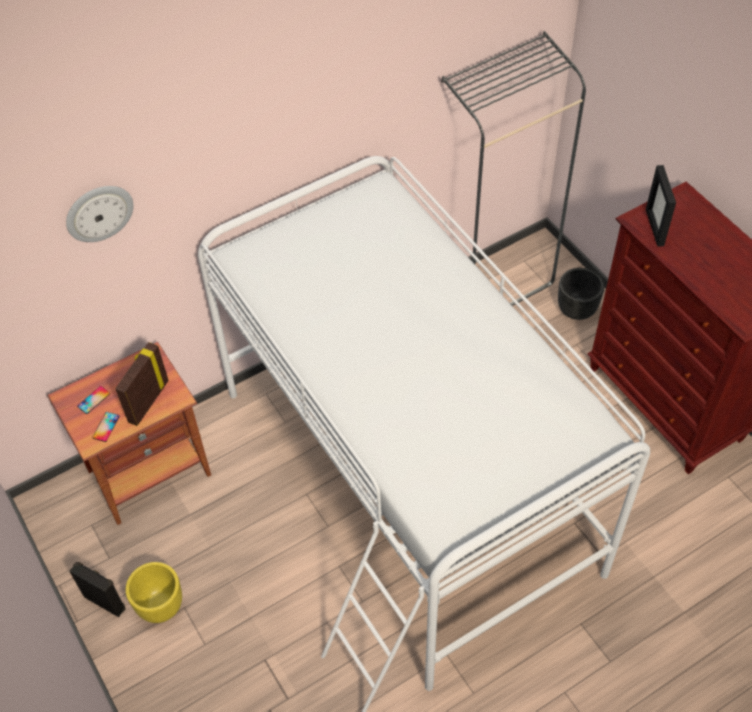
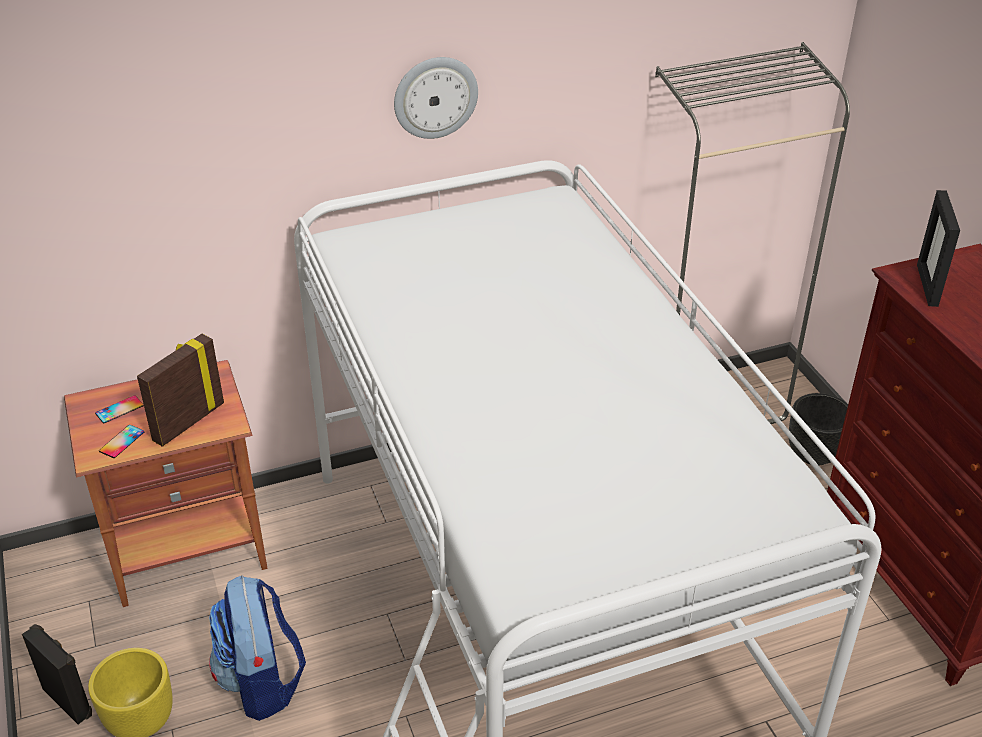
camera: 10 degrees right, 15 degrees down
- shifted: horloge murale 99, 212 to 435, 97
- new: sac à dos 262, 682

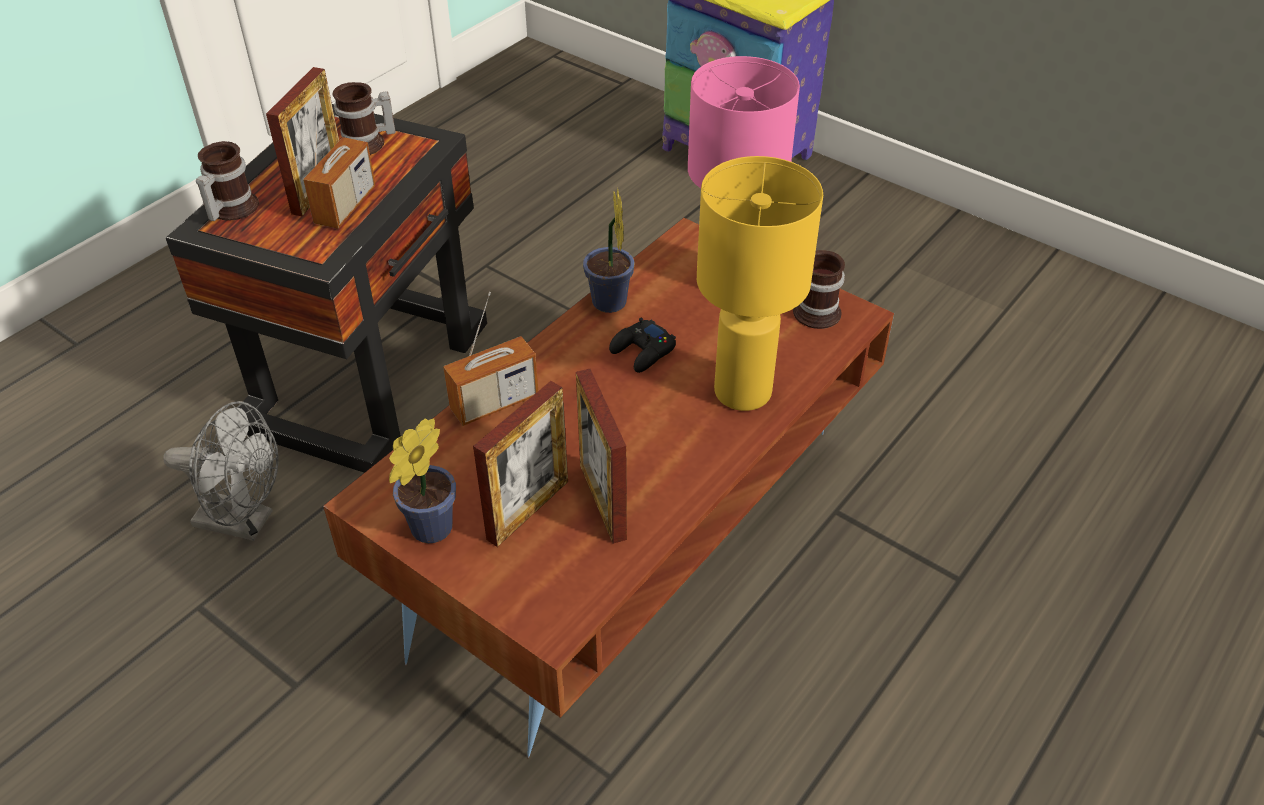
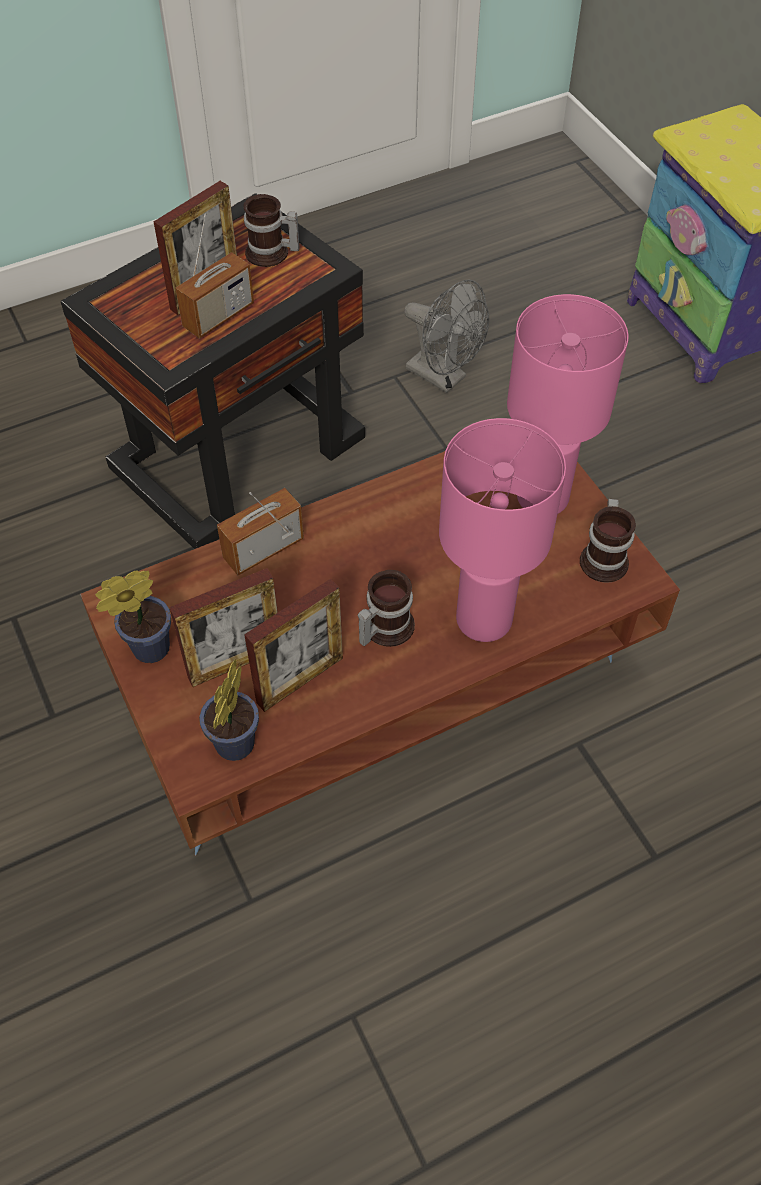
camera: 25 degrees right, 10 degrees up
- shifted: mug 229, 209 to 383, 627
- repainted: lampe de table/jaune 744, 393 to lampe de table/rose 484, 621
- shifted: plante en pot 609, 305 to 232, 749
- rotated: radio 494, 403 = 263, 549 150 degrees clockwise
- gone: manette/noir 643, 351
- rotated: cadre photo 602, 502 = 300, 680 135 degrees counterclockwise
- shifted: ventilateur/gris 245, 521 to 444, 377

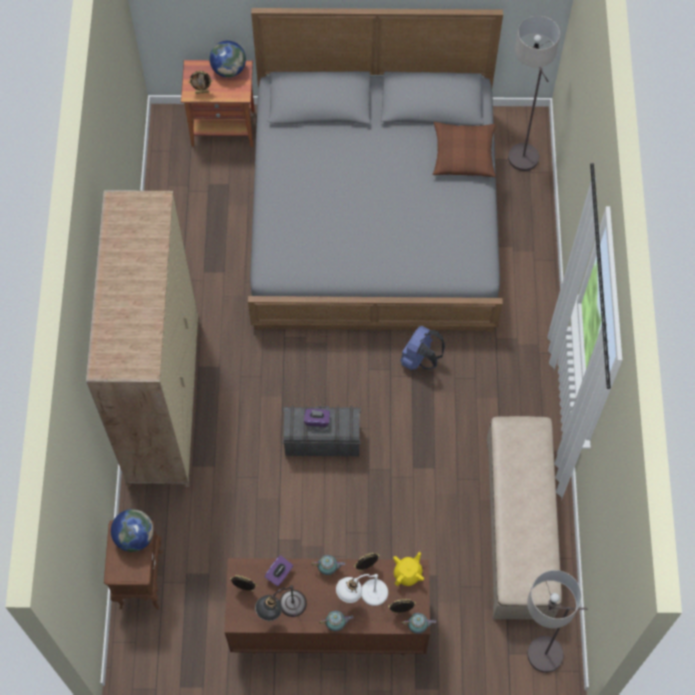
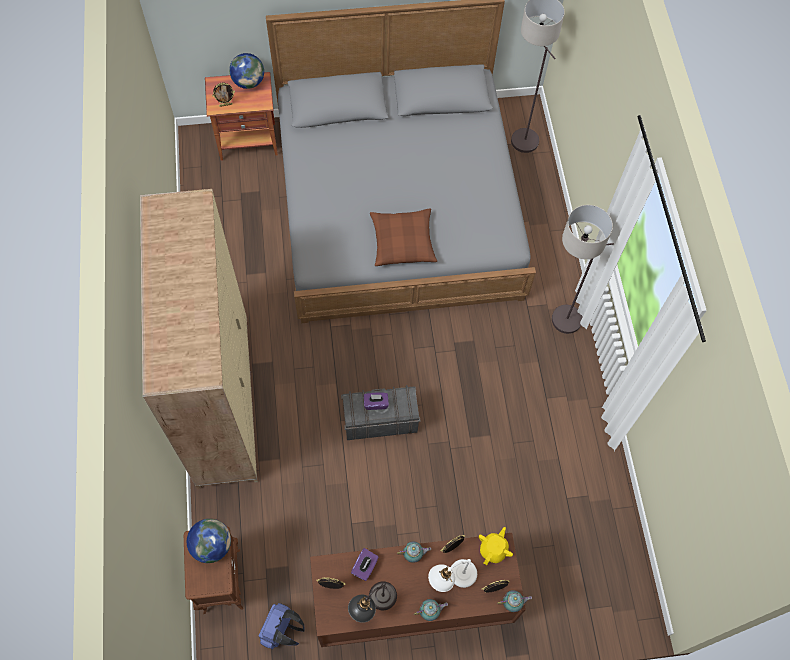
camera: 10 degrees left, 0 degrees up
- shifted: coussin/marron 463, 154 to 402, 241
- shifted: sac à dos/bleu 420, 359 to 282, 631
- gone: banc/beige 520, 526
- shifted: lampadaire/gris 534, 654 to 557, 320

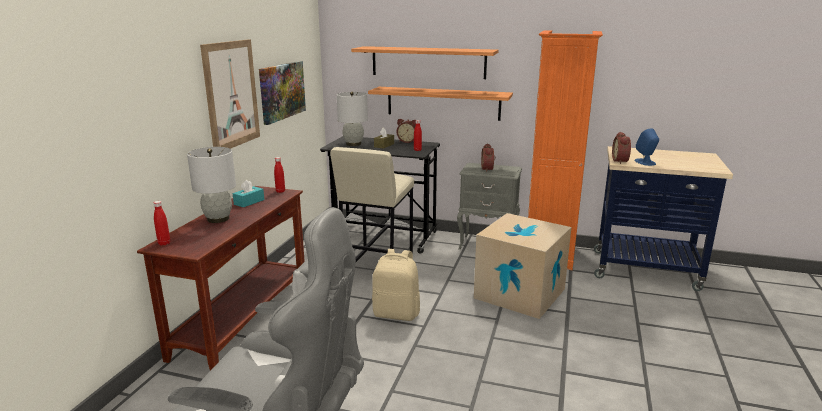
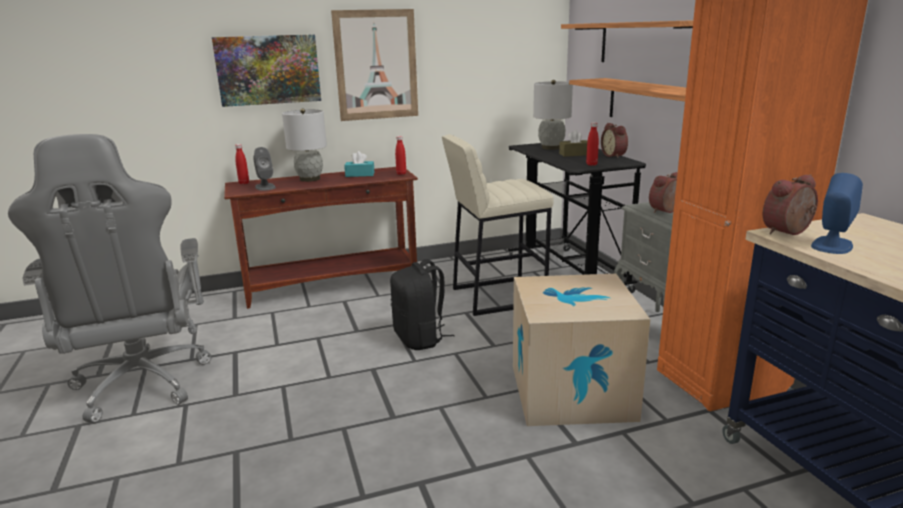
camera: 55 degrees right, 0 degrees up
- shifted: tableau 282, 91 to 268, 70
- repainted: sac à dos/beige 396, 313 to sac à dos/noir 420, 339
- new: enceinte/gris 265, 187

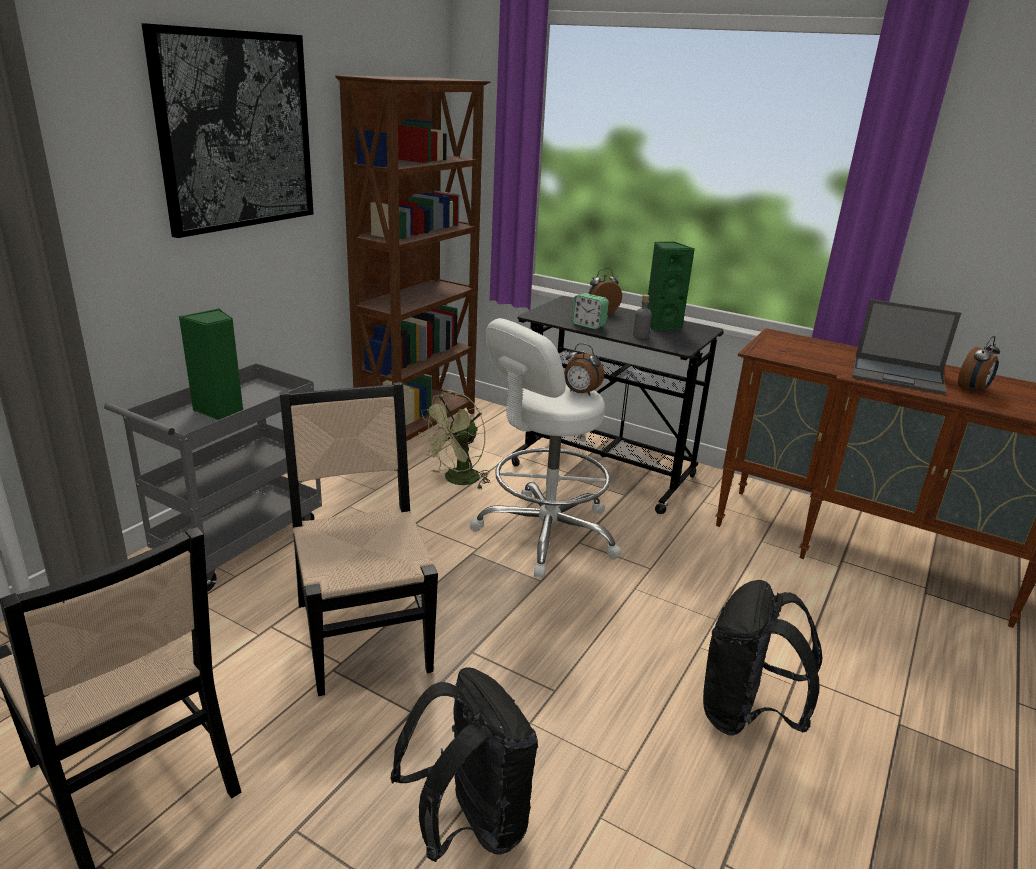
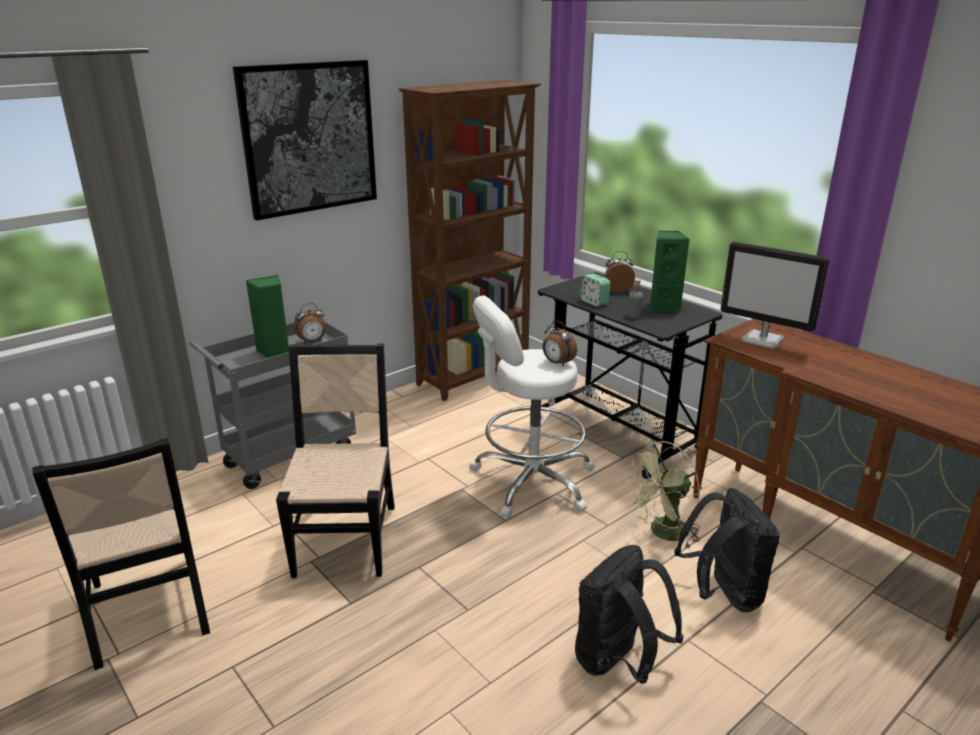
camera: 20 degrees right, 0 degrees up
- gone: ordinateur portable 899, 376
- shifted: réveil 973, 390 to 312, 342
- shifted: ventilateur/vert 457, 481 to 663, 534
- shifted: sac à dos/noir 469, 823 to 723, 593
- new: écran d'ordinateur 763, 340

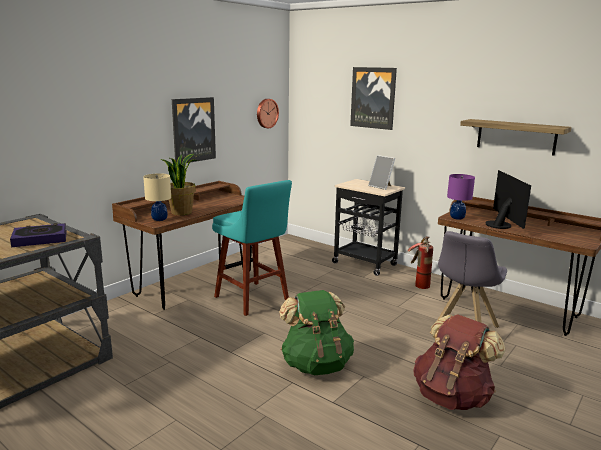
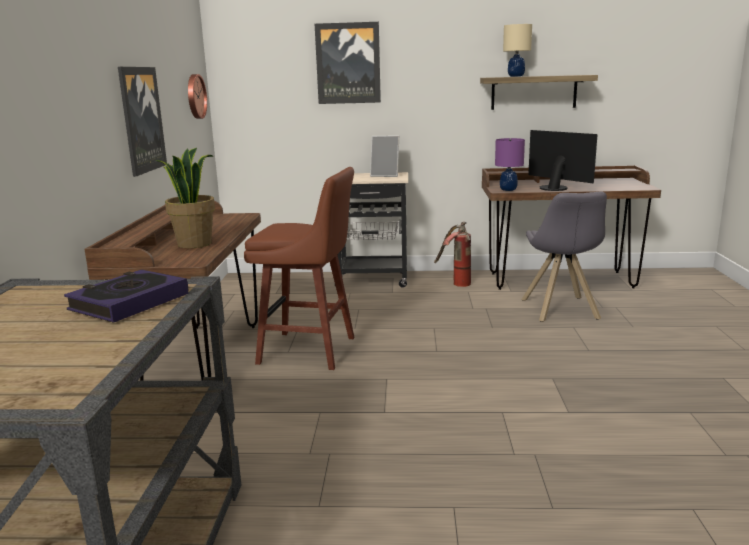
camera: 35 degrees left, 0 degrees up
- shifted: lampe de table/beige 159, 220 to 516, 76
- repainted: tabouret/turquoise 252, 299 to tabouret/marron 309, 351
- gone: sac à dos/vert 316, 364
- gone: sac à dos/marron 452, 396

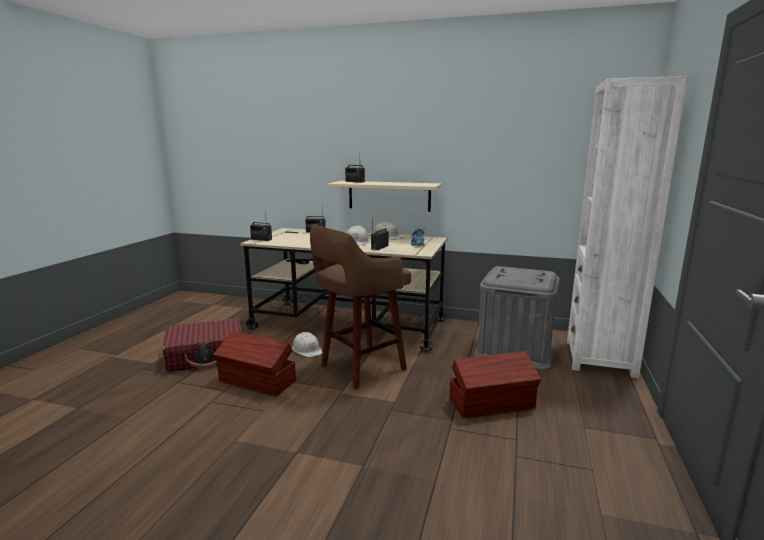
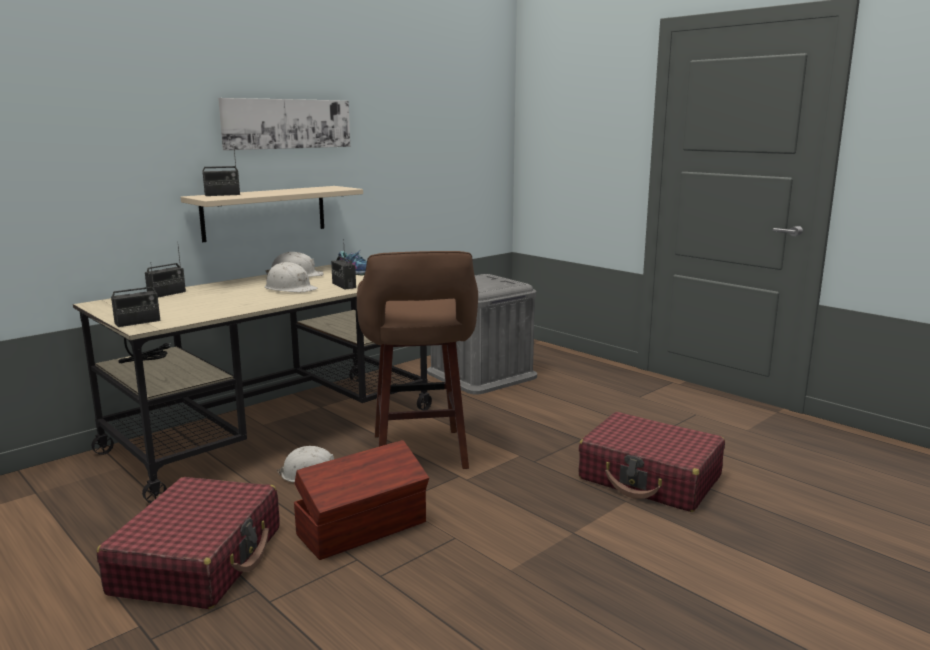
camera: 60 degrees left, 0 degrees up
- gone: bibliothèque/blanc 600, 358
- gone: boîte de rangement/marron 493, 404
- new: tableau 287, 124
- new: valise/rouge 650, 478

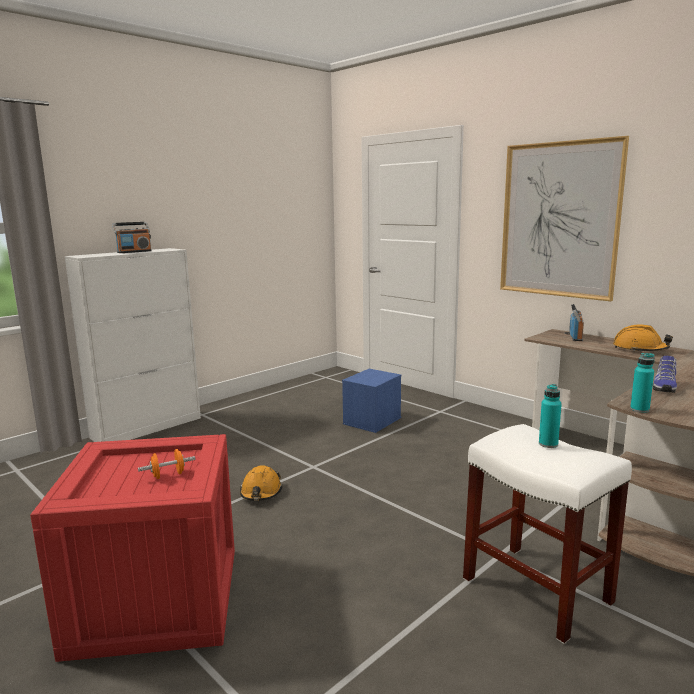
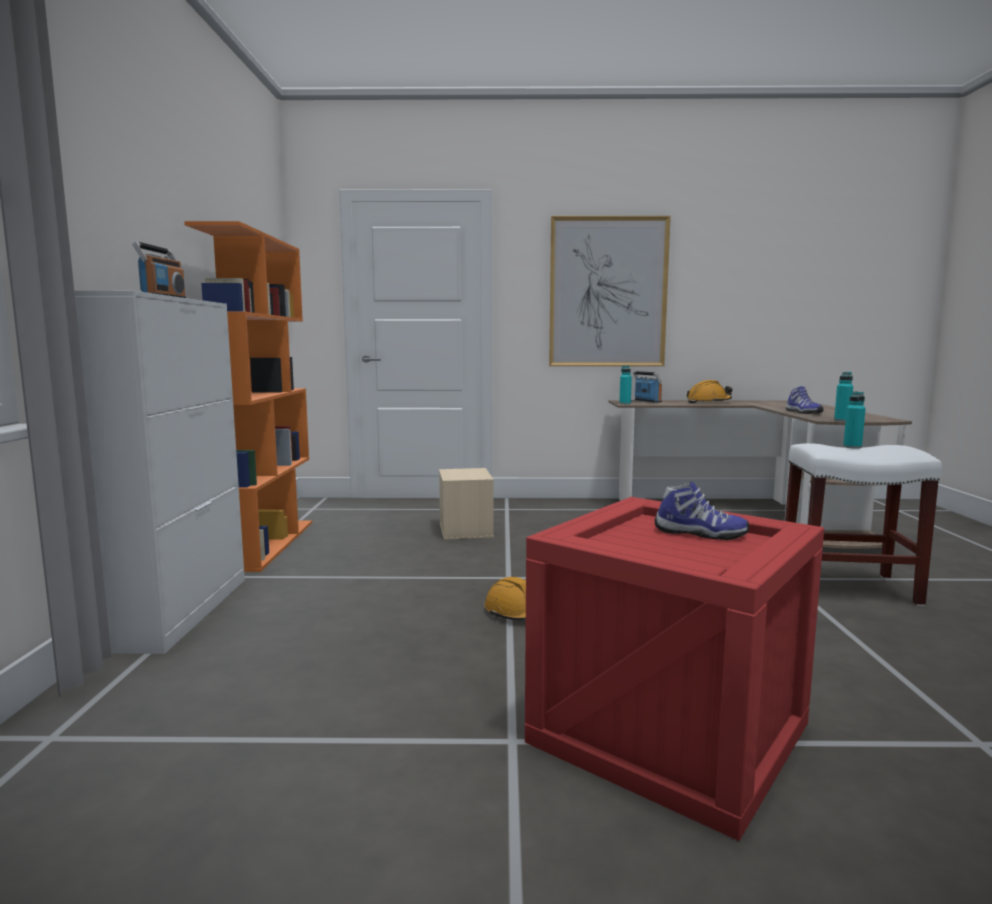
camera: 45 degrees left, 5 degrees down
- repainted: boîte de rangement/bleu 372, 421 to boîte de rangement/beige 466, 530
- swapped: haltère/orange 168, 475 to chaussure 700, 534
- new: bibliothèque/orange 266, 544
- new: bouteille/turquoise 625, 403

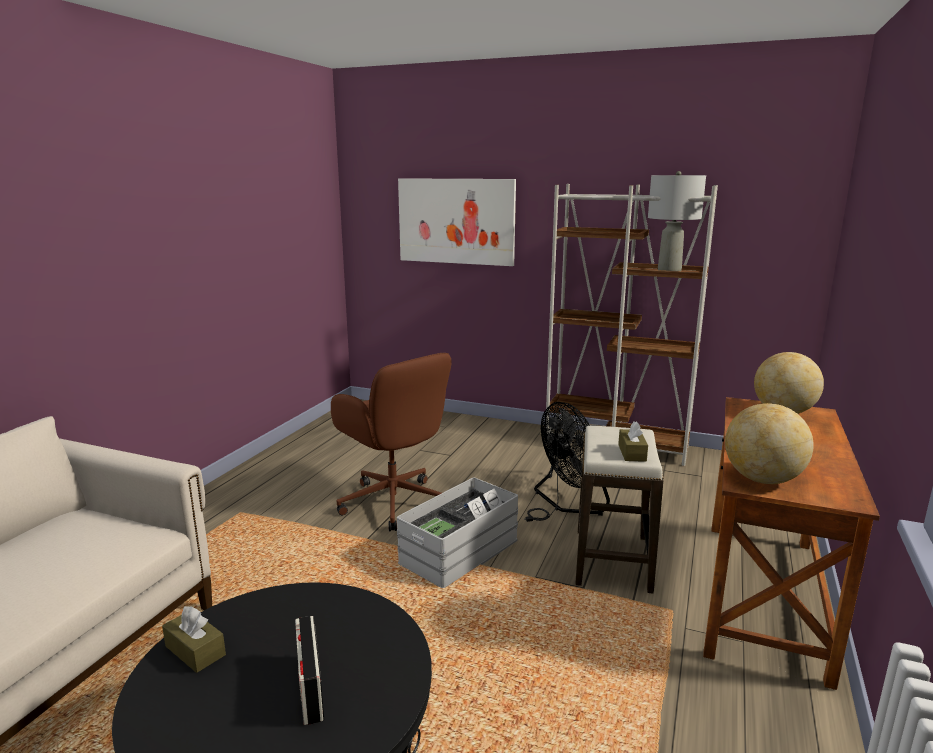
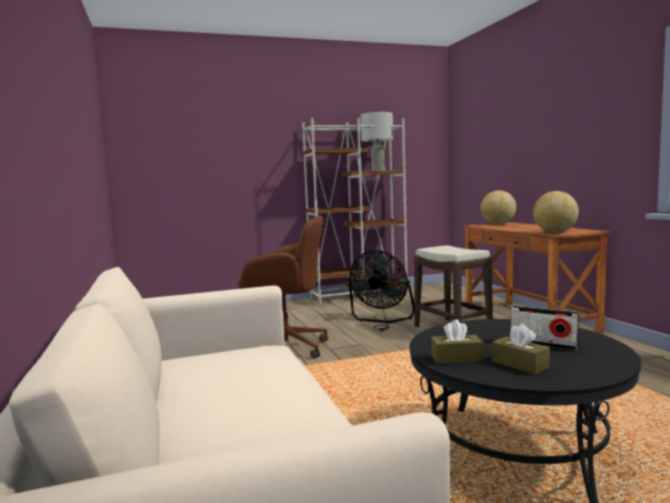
camera: 40 degrees left, 10 degrees down
- gone: tableau 456, 221
- shifted: boîte à mouchoirs/marron 632, 453 to 520, 364
- gone: boîte de rangement/gris 458, 551

